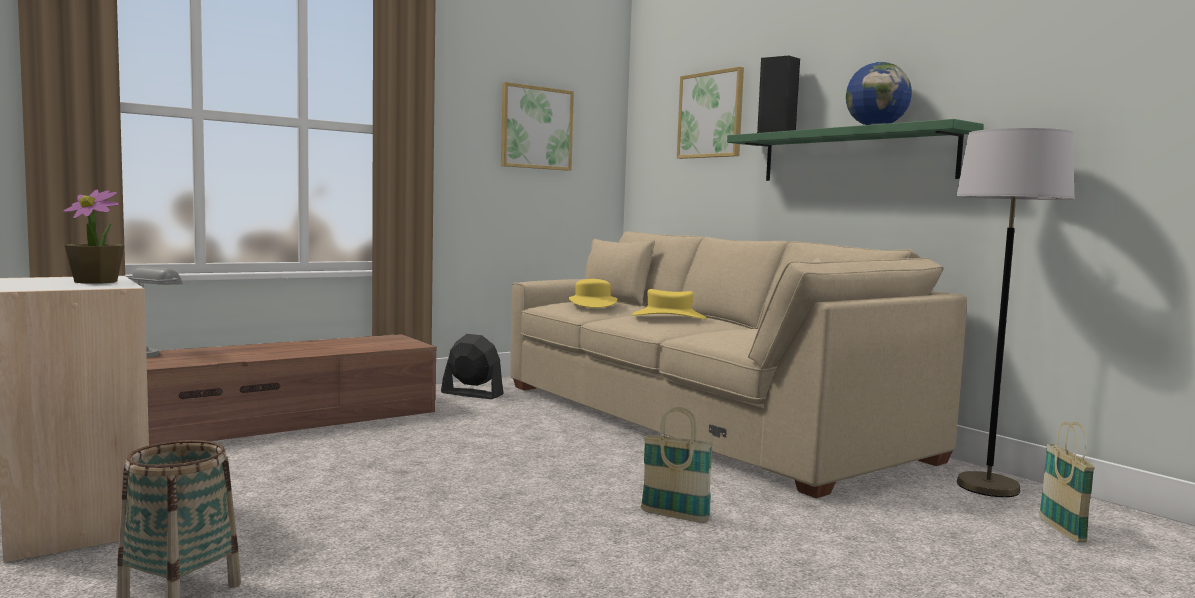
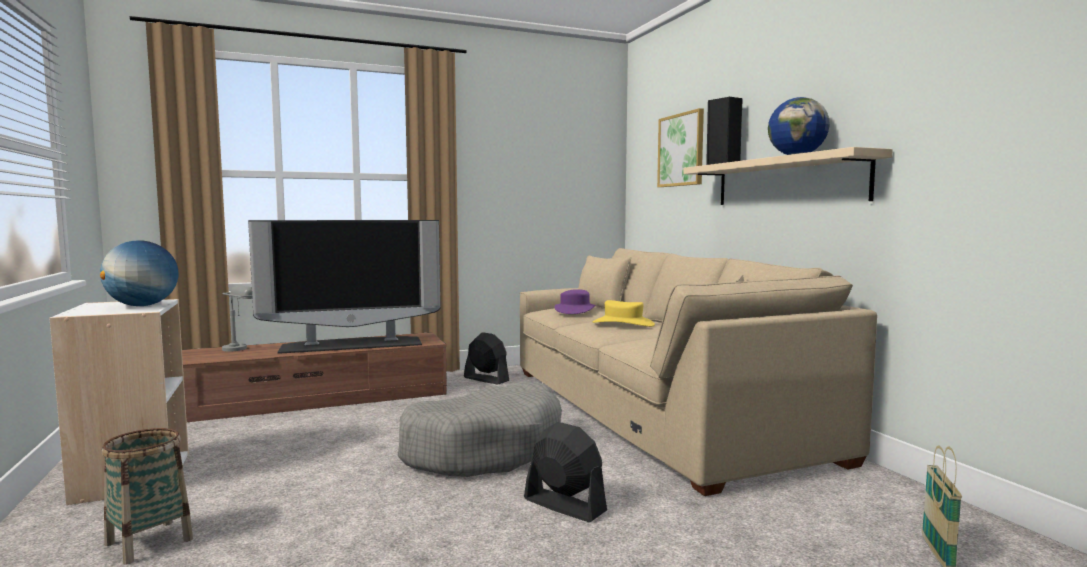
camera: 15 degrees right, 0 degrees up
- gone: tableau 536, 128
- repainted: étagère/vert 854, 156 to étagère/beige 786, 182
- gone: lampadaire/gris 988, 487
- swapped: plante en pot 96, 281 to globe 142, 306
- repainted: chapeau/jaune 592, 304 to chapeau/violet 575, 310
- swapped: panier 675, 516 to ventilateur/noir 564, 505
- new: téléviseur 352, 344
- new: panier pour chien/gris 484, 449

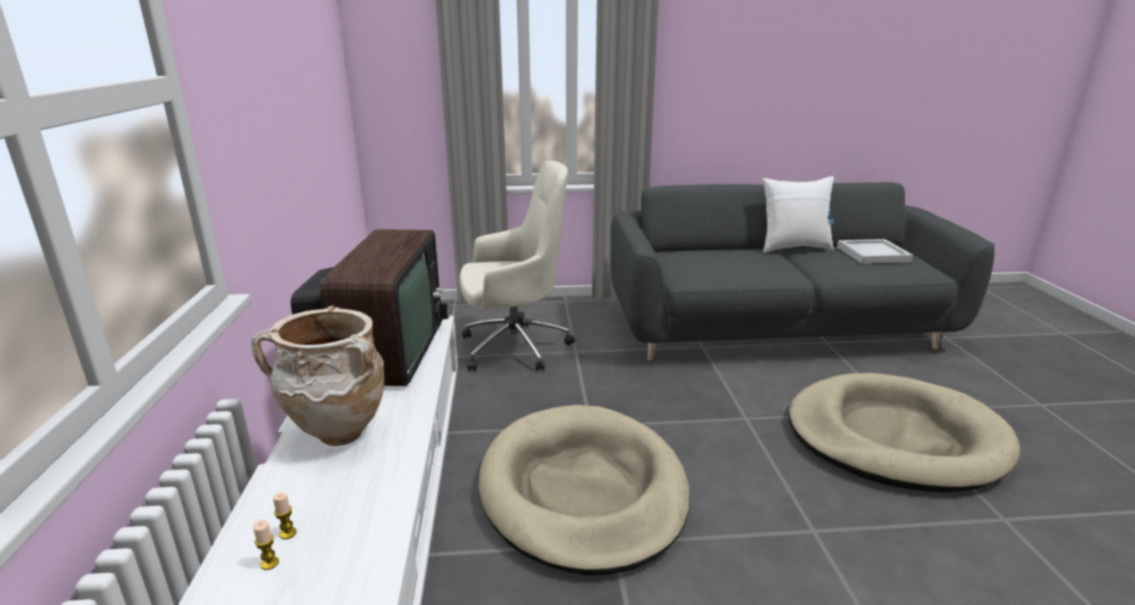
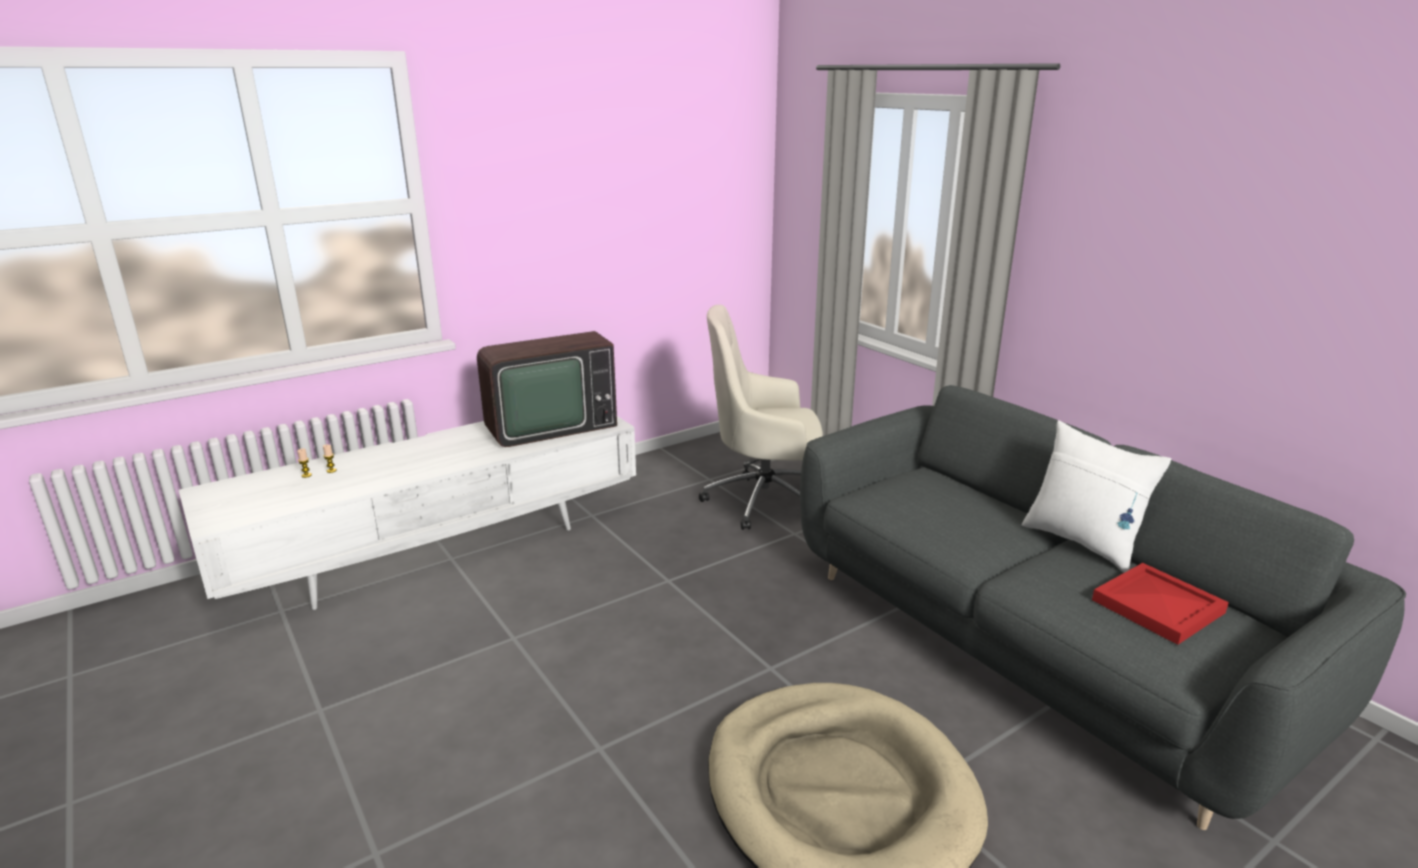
camera: 60 degrees right, 0 degrees up
- rotated: chaise de bureau/beige 515, 348 = 763, 503 135 degrees clockwise
- repainted: plateau/blanc 873, 254 to plateau/rouge 1160, 606
- gone: vase/beige 337, 434
- gone: panier pour chien/beige 583, 491

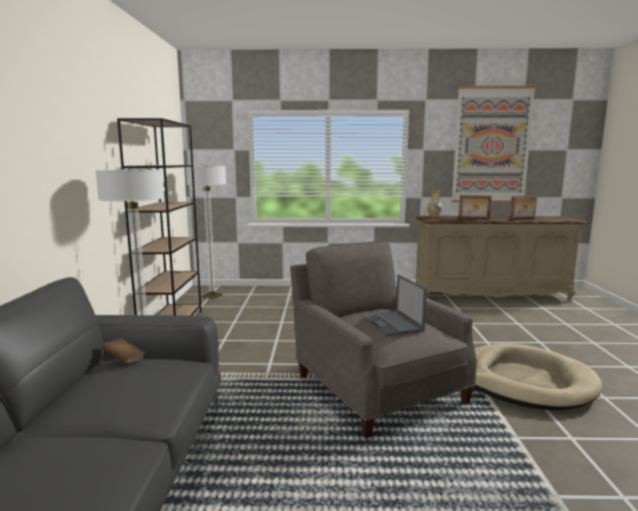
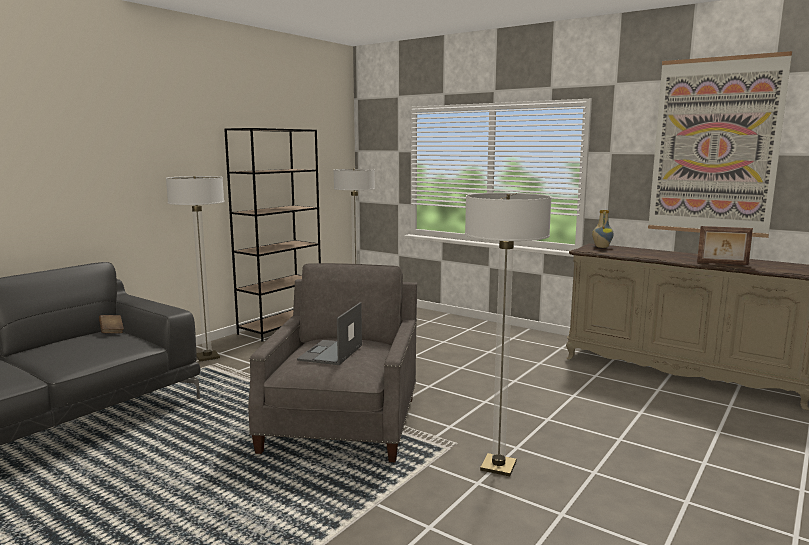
camera: 35 degrees right, 0 degrees up
- gone: cadre photo 473, 219
- swapped: panier pour chien/beige 523, 381 to lampadaire 498, 466

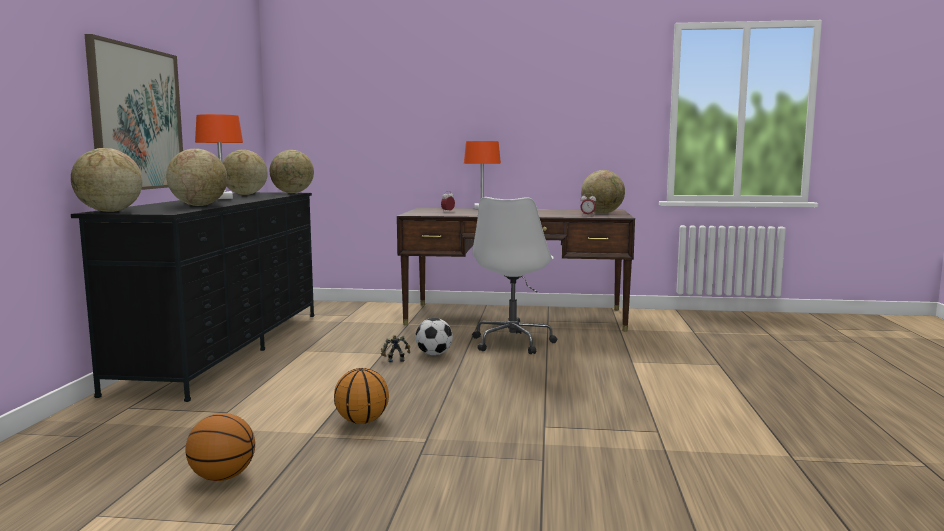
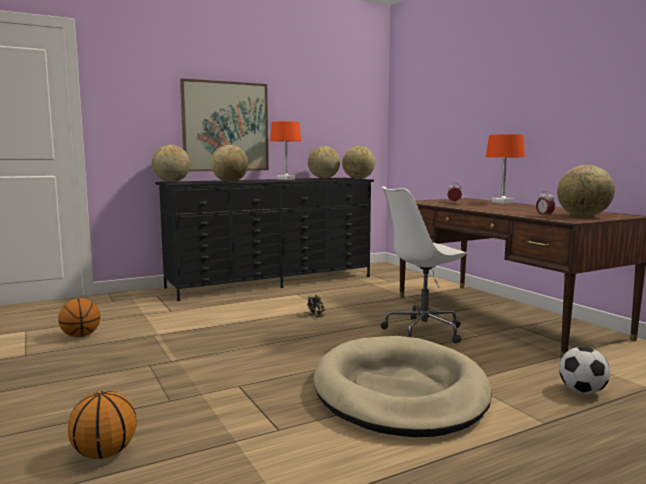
camera: 55 degrees right, 0 degrees up
- shifted: ballon de foot 434, 354 to 582, 391
- shifted: ballon de basket 361, 421 to 103, 453
- new: panier pour chien/beige 399, 392

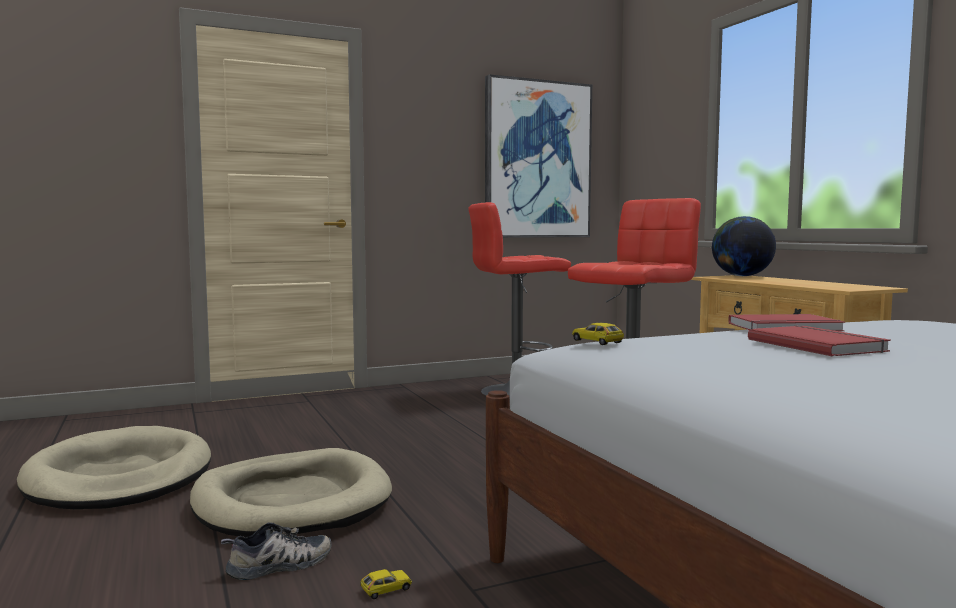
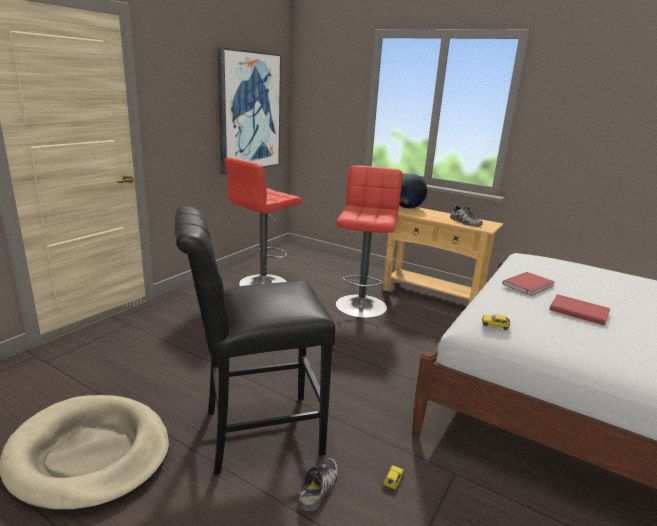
camera: 35 degrees left, 15 degrees up
- swapped: panier pour chien/beige 292, 501 to tabouret/noir 255, 432
- new: chaussure 464, 222

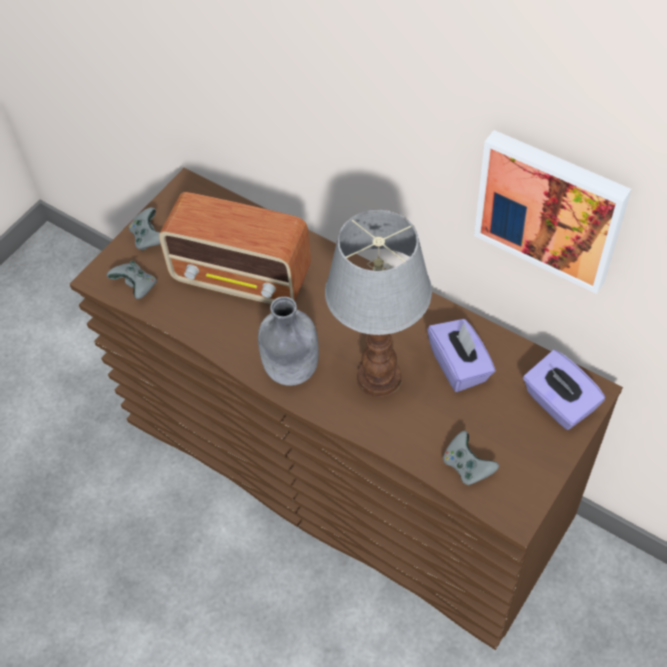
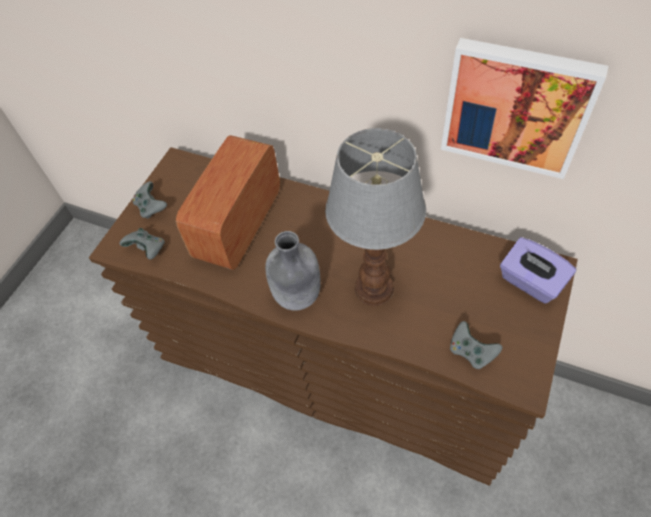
camera: 10 degrees left, 0 degrees up
- rotated: radio 243, 278 = 238, 226 105 degrees clockwise
- gone: boîte à mouchoirs/violet 459, 366

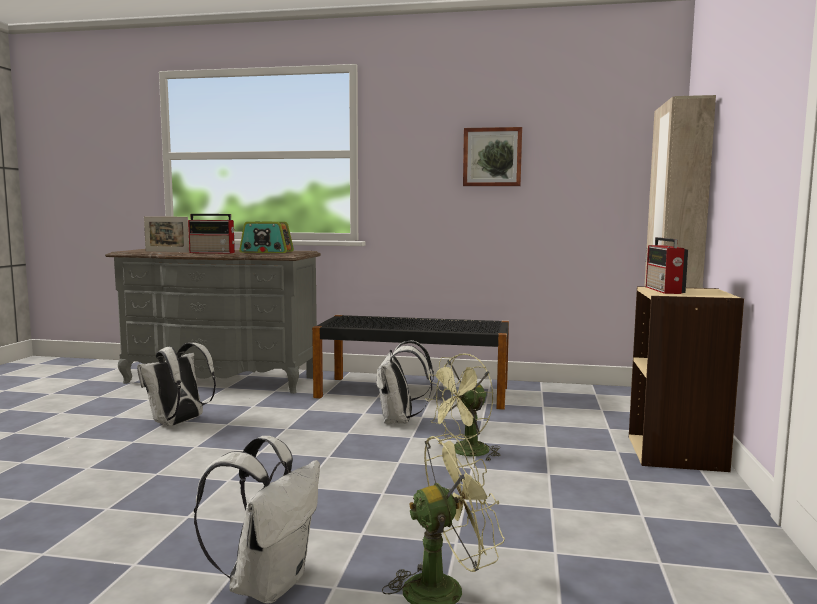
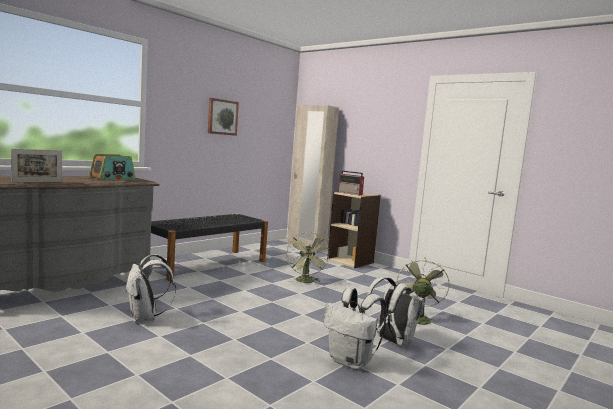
camera: 60 degrees left, 0 degrees up
- gone: radio 213, 252
- shifted: sac à dos/blanc 400, 421 to 351, 362

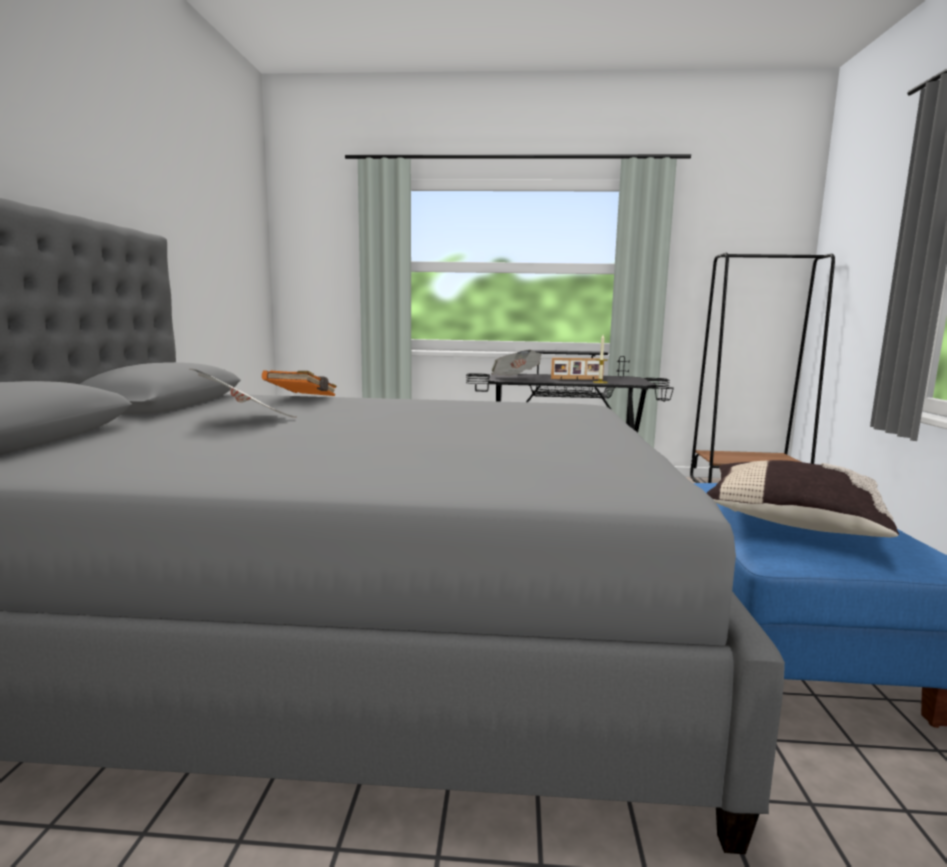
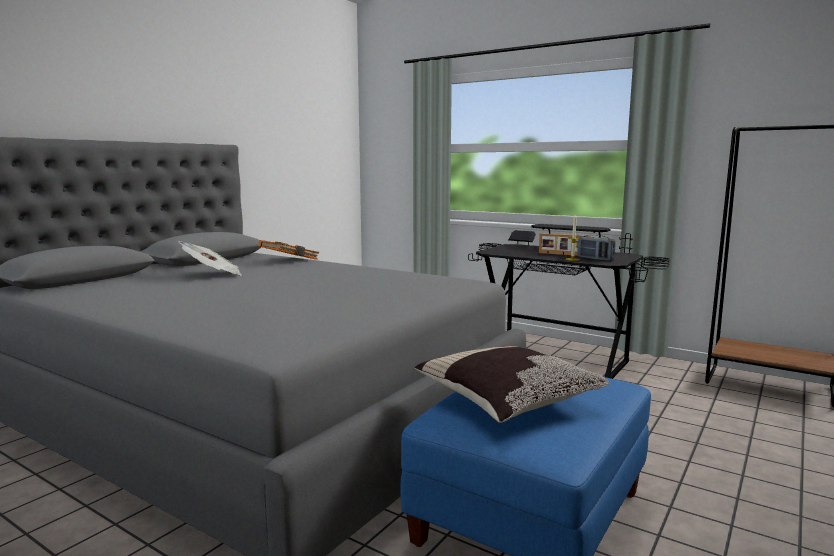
camera: 30 degrees right, 0 degrees up
- gone: journal 515, 378
- new: radio 595, 259

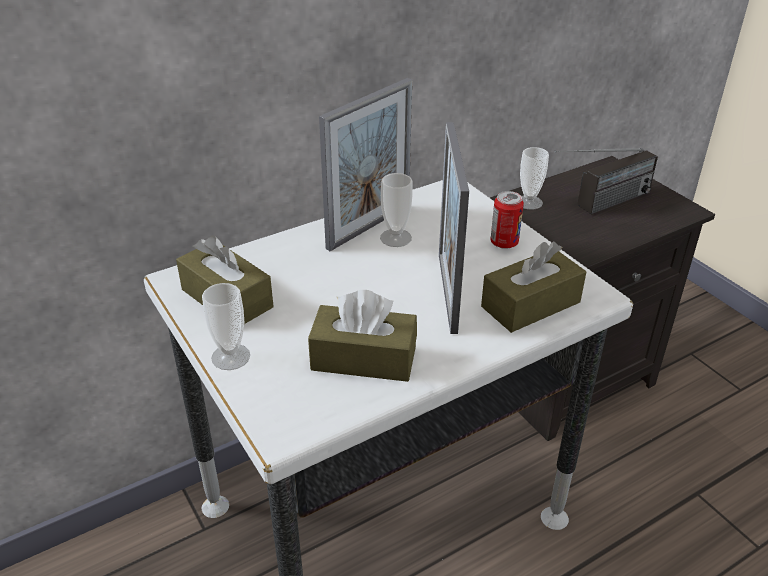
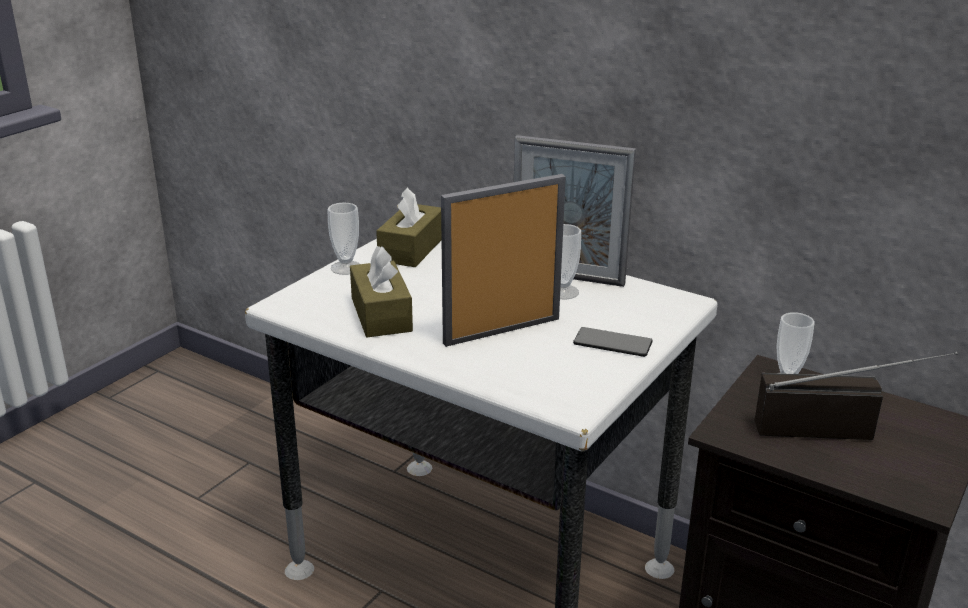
camera: 65 degrees right, 10 degrees down
- rotated: radio 599, 206 = 842, 430 150 degrees clockwise
- swapped: boîte métallique 504, 243 to téléphone 612, 343
- gone: boîte à mouchoirs/marron 530, 304

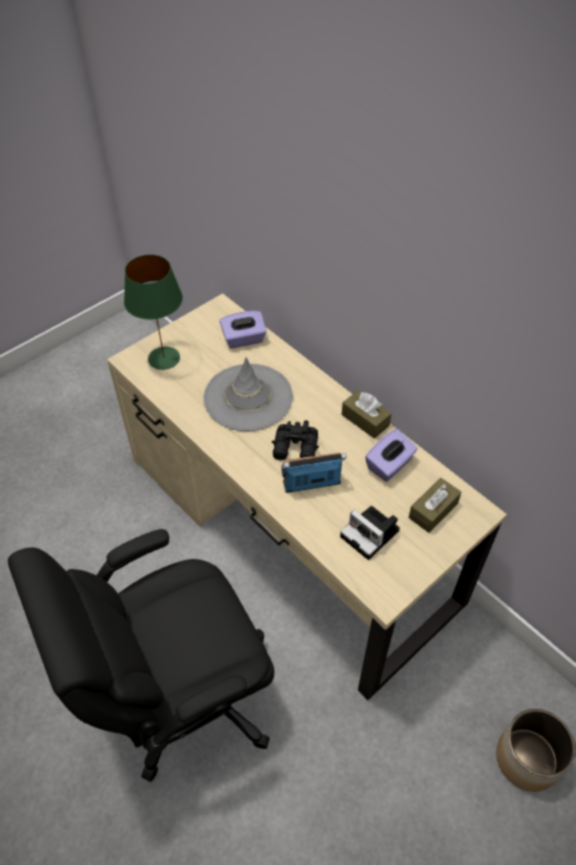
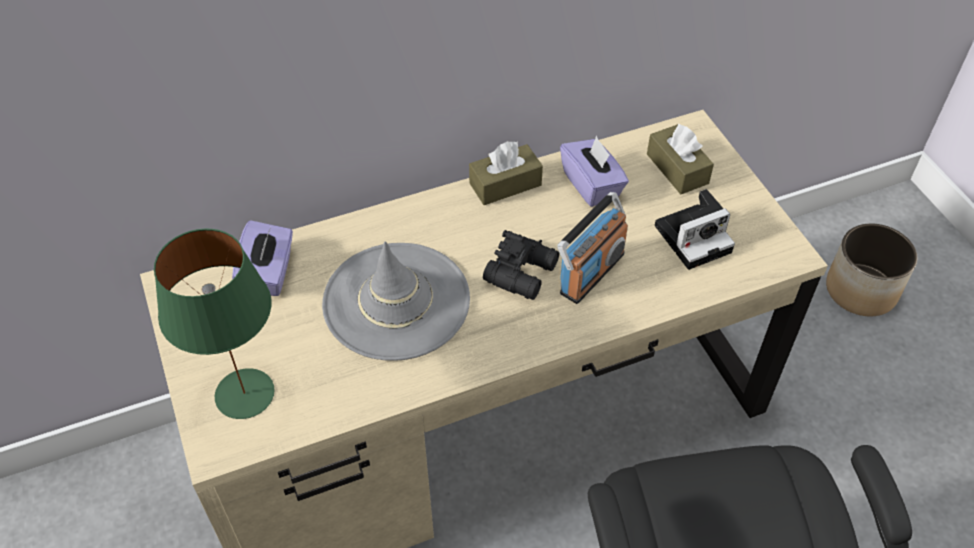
camera: 70 degrees left, 0 degrees up
- rotated: radio 312, 483 = 591, 273 150 degrees counterclockwise

